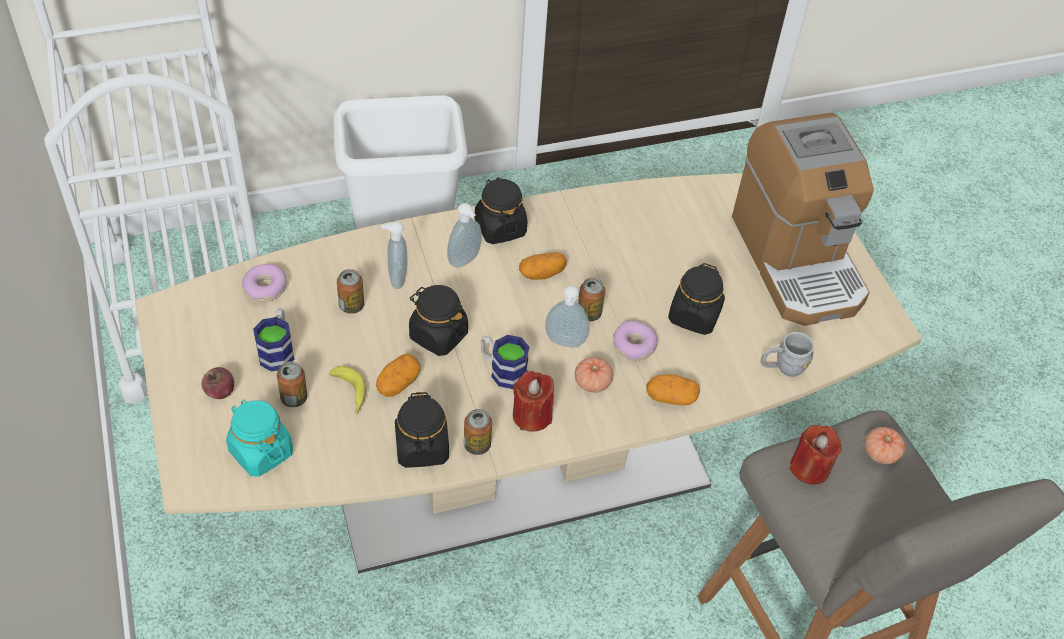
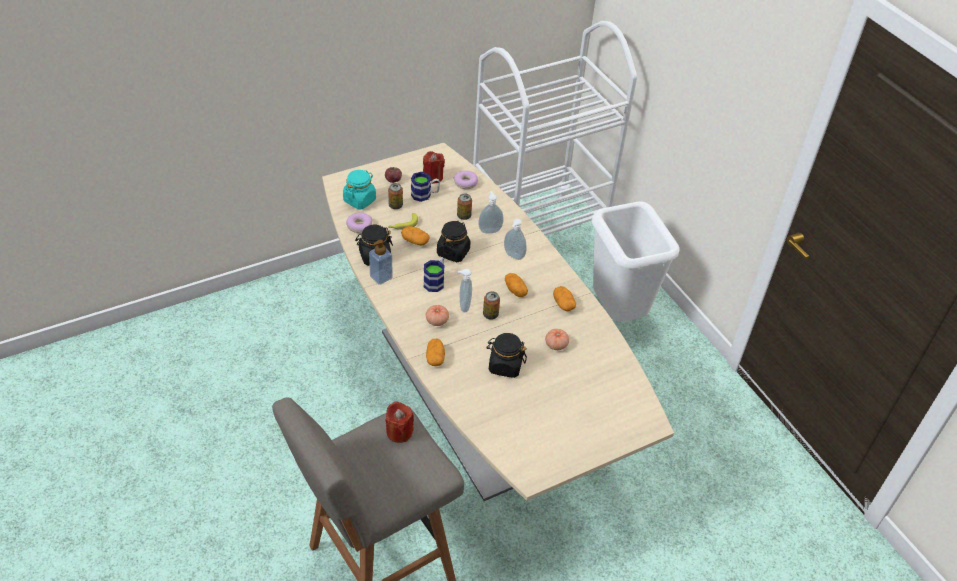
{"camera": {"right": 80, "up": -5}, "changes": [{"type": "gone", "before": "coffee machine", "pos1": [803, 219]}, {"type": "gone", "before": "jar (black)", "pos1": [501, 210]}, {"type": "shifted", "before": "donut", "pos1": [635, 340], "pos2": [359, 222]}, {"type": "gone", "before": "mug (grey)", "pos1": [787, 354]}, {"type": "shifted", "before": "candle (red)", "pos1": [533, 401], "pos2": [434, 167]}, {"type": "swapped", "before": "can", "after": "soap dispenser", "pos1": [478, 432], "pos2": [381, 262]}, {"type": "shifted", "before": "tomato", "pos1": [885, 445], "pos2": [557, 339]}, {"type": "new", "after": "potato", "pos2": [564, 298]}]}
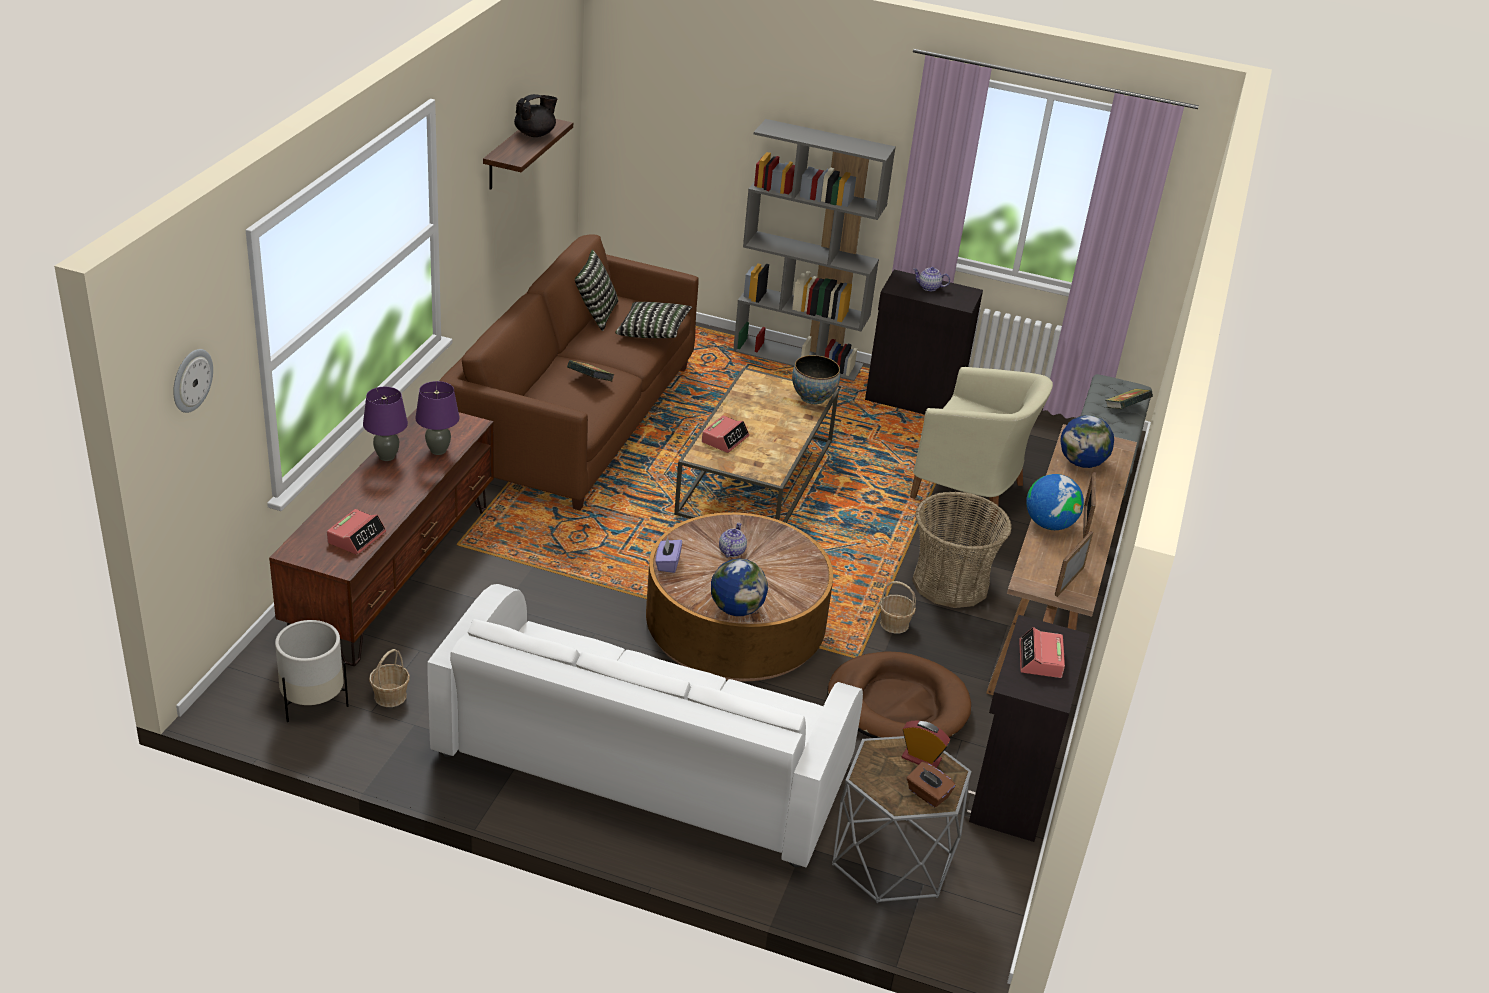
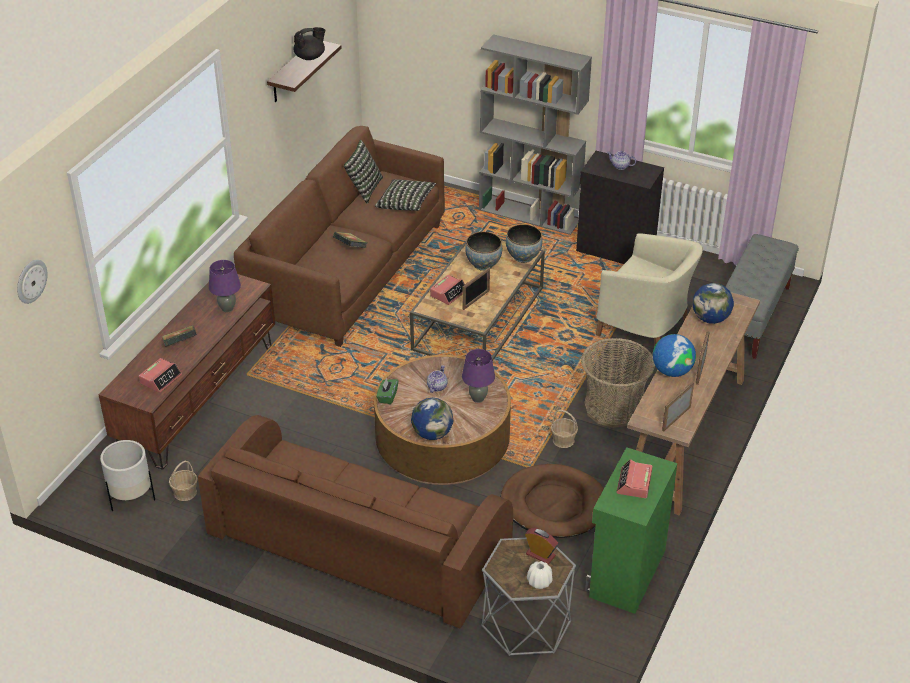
{"camera": {"right": 10, "up": 5}, "changes": [{"type": "shifted", "before": "table lamp (purple)", "pos1": [385, 424], "pos2": [478, 376]}, {"type": "shifted", "before": "book", "pos1": [1129, 399], "pos2": [179, 336]}, {"type": "repainted", "before": "tissue box (purple)", "after": "tissue box (green)", "pos1": [668, 555], "pos2": [387, 391]}, {"type": "repainted", "before": "sofa (white)", "after": "sofa (brown)", "pos1": [645, 725], "pos2": [355, 521]}, {"type": "repainted", "before": "cabinet (black)", "after": "cabinet (green)", "pos1": [1027, 728], "pos2": [631, 530]}, {"type": "swapped", "before": "tissue box (brown)", "after": "vase (white)", "pos1": [931, 785], "pos2": [539, 575]}, {"type": "new", "after": "bowl", "pos2": [483, 251]}, {"type": "new", "after": "picture frame", "pos2": [476, 288]}]}
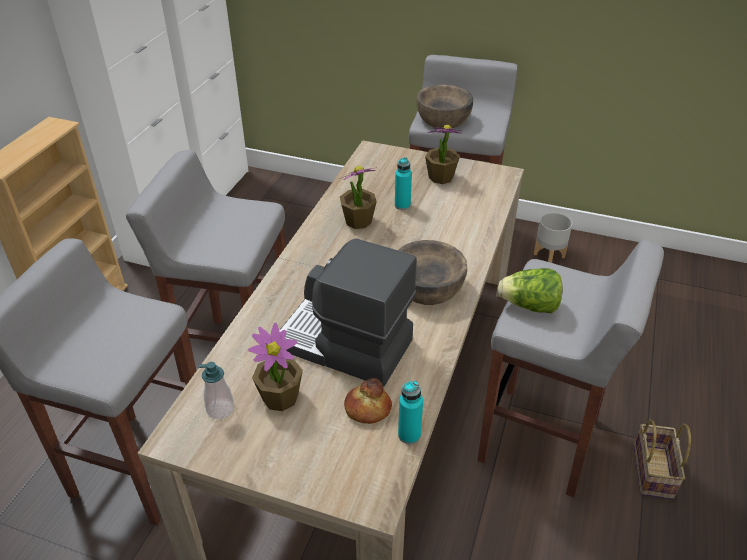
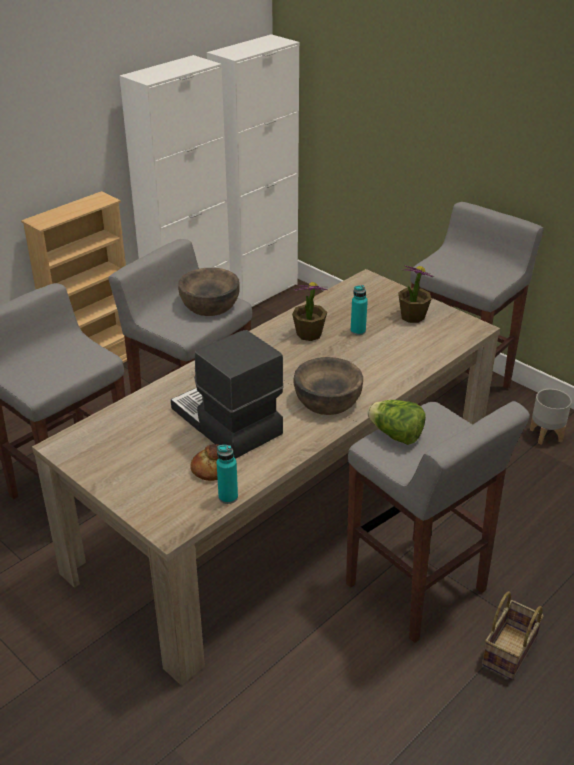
{"camera": {"right": 25, "up": -5}, "changes": [{"type": "shifted", "before": "bowl (brown)", "pos1": [444, 106], "pos2": [209, 292]}, {"type": "gone", "before": "potted plant", "pos1": [275, 367]}, {"type": "gone", "before": "soap dispenser", "pos1": [216, 390]}]}
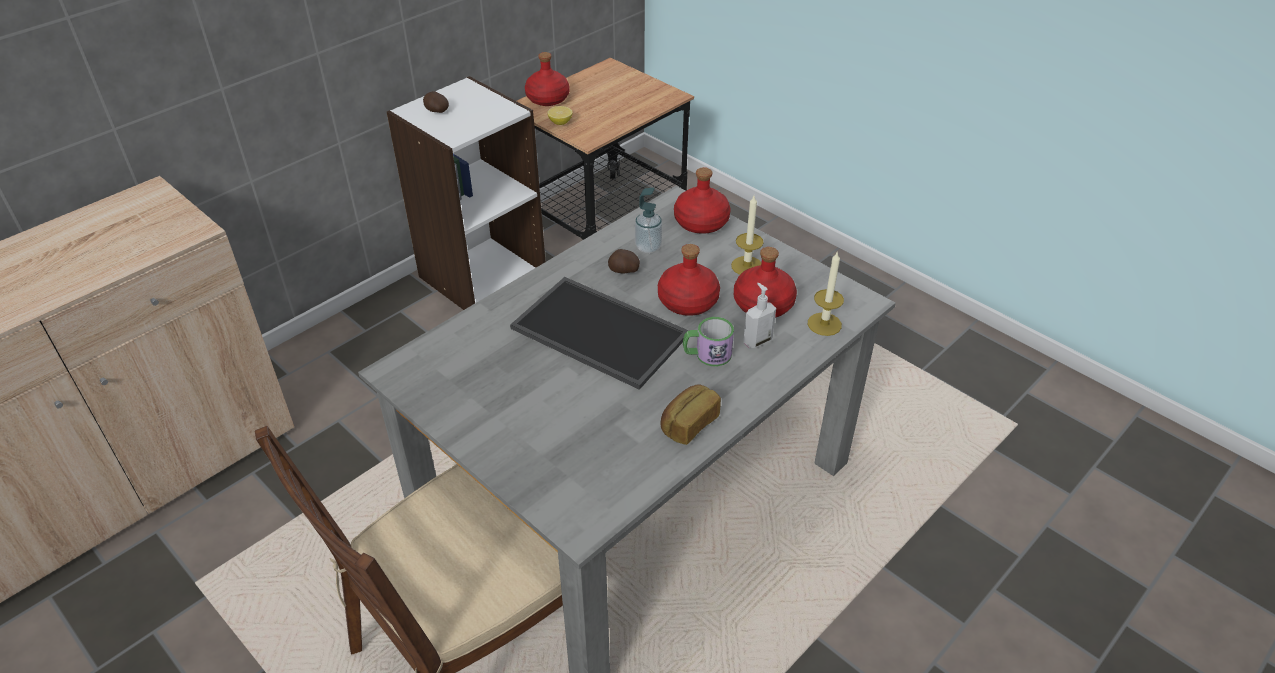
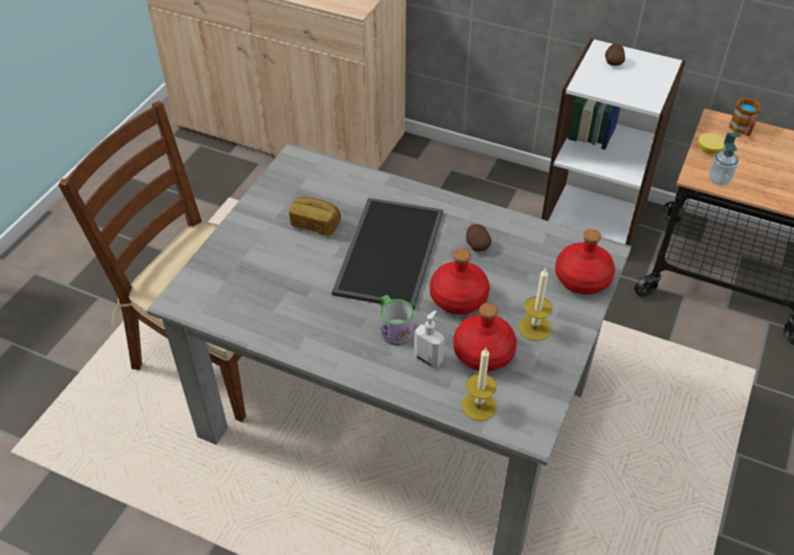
{"camera": {"right": 70, "up": 5}, "changes": [{"type": "swapped", "before": "bottle (red)", "after": "mug", "pos1": [547, 79], "pos2": [745, 117]}, {"type": "shifted", "before": "soap dispenser", "pos1": [648, 220], "pos2": [725, 159]}, {"type": "shifted", "before": "bread", "pos1": [690, 414], "pos2": [315, 216]}]}
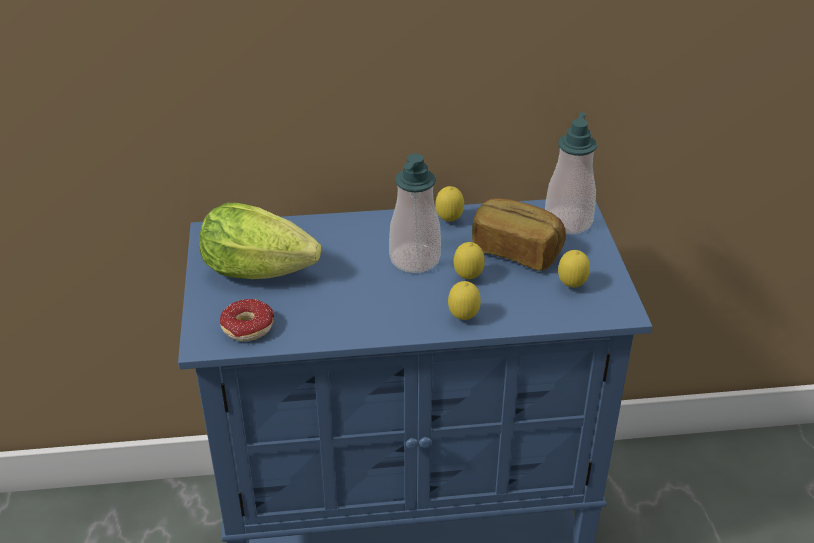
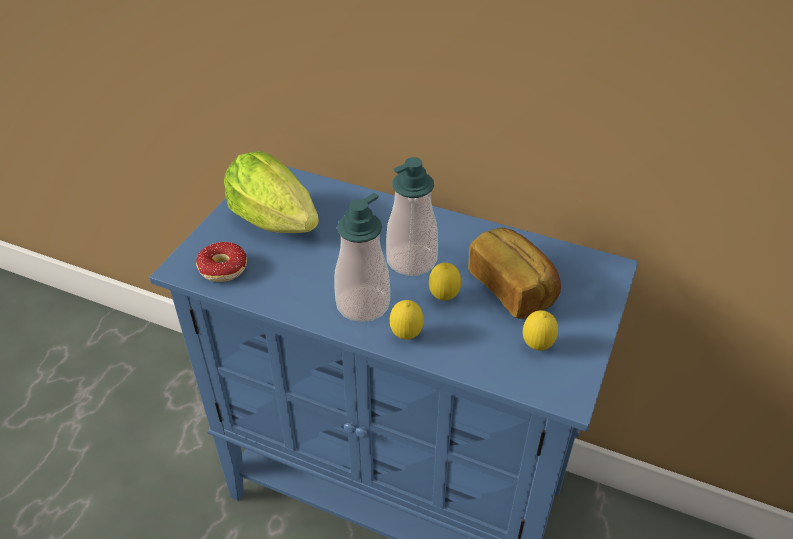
{"camera": {"right": 30, "up": 5}, "changes": [{"type": "shifted", "before": "soap dispenser", "pos1": [571, 173], "pos2": [362, 257]}, {"type": "gone", "before": "lemon", "pos1": [449, 204]}]}
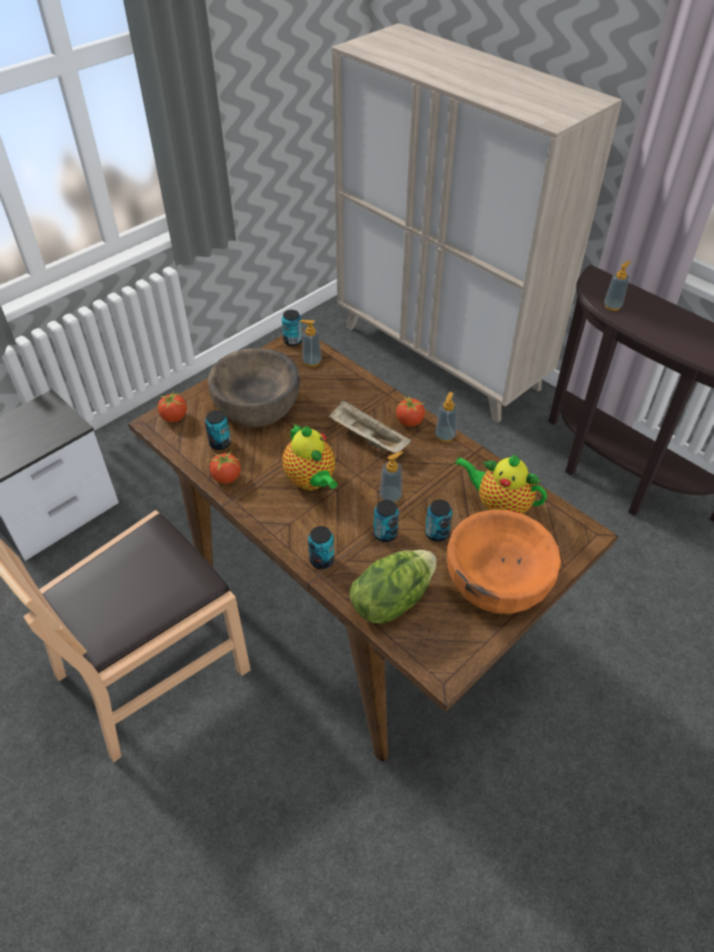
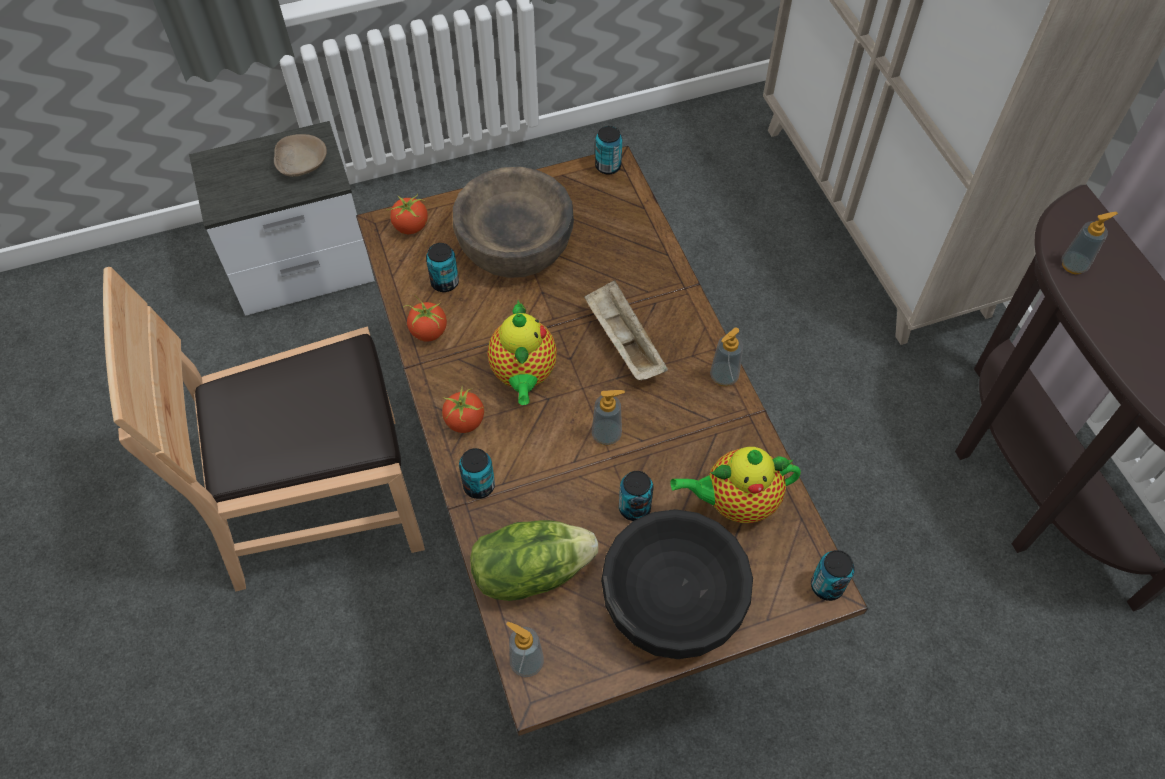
{"camera": {"right": 25, "up": 10}, "changes": [{"type": "shifted", "before": "soap dispenser", "pos1": [311, 343], "pos2": [525, 649]}, {"type": "shifted", "before": "tomato", "pos1": [410, 411], "pos2": [463, 409]}, {"type": "rotated", "before": "teapot", "pos1": [501, 483], "pos2": [735, 485], "turn": -60}, {"type": "shifted", "before": "can", "pos1": [386, 521], "pos2": [833, 575]}, {"type": "repainted", "before": "bowl (orange)", "after": "bowl (black)", "pos1": [504, 561], "pos2": [677, 584]}, {"type": "new", "after": "bowl (beige)", "pos2": [300, 155]}]}
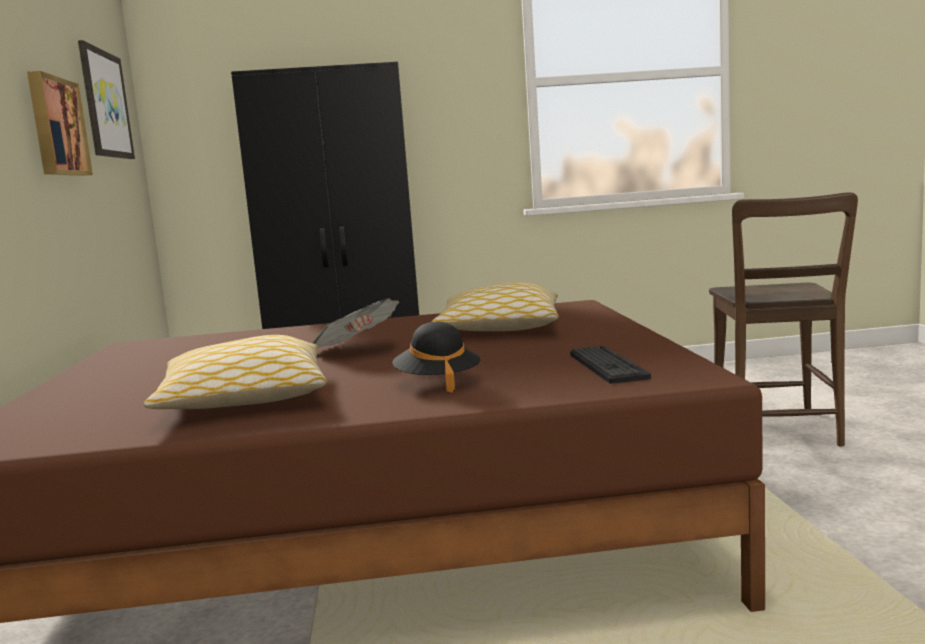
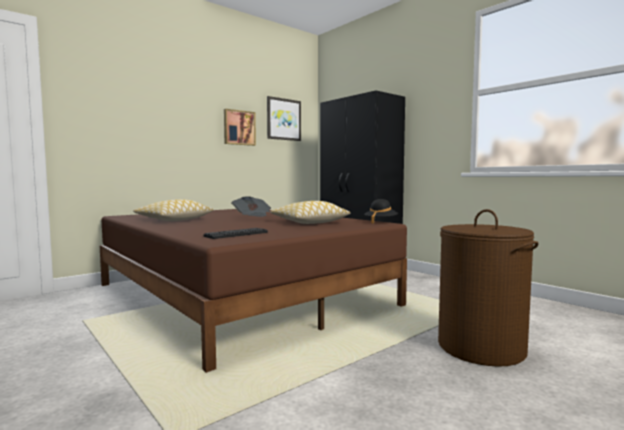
{"camera": {"right": 55, "up": -5}, "changes": [{"type": "swapped", "before": "chair (brown)", "after": "laundry basket (brown)", "pos1": [783, 319], "pos2": [488, 288]}, {"type": "shifted", "before": "hat (black)", "pos1": [436, 357], "pos2": [381, 211]}]}
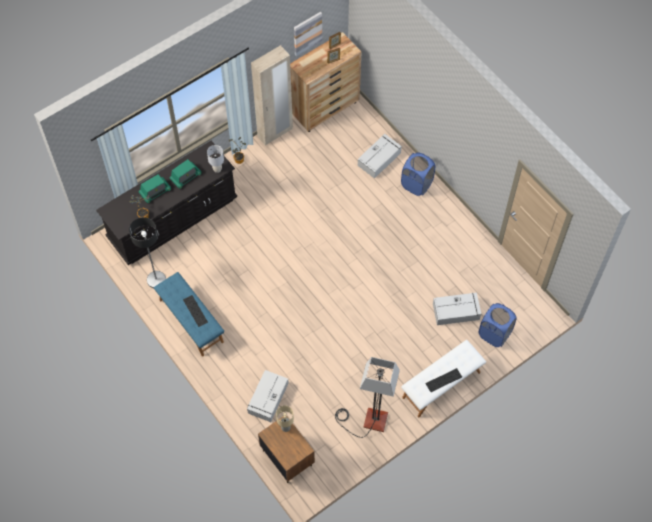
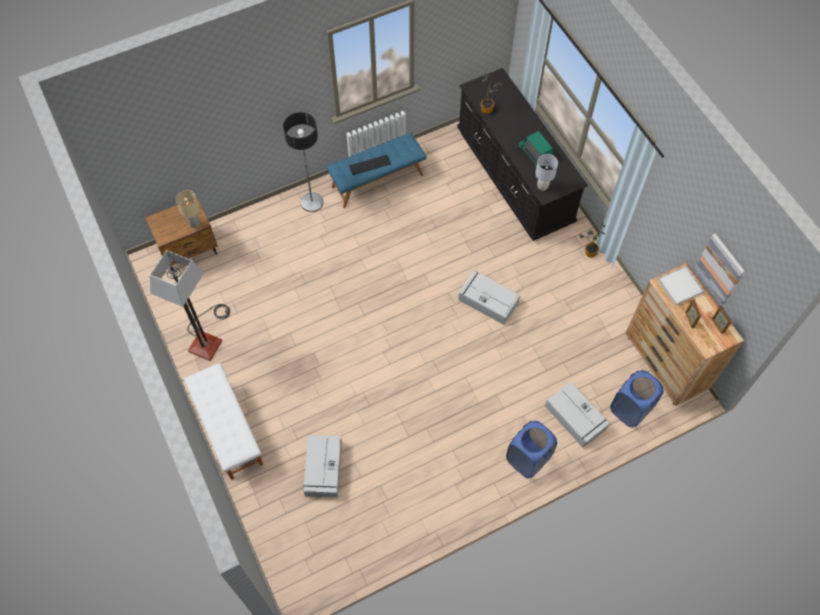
{"camera": {"right": 100, "up": 0}, "changes": [{"type": "gone", "before": "wardrobe (beige)", "pos1": [272, 95]}, {"type": "gone", "before": "radio", "pos1": [155, 188]}, {"type": "shifted", "before": "floor lamp", "pos1": [147, 252], "pos2": [303, 162]}, {"type": "shifted", "before": "laundry basket (blue)", "pos1": [498, 325], "pos2": [637, 398]}, {"type": "gone", "before": "keyboard", "pos1": [444, 380]}, {"type": "shifted", "before": "storage box (grey)", "pos1": [268, 396], "pos2": [489, 298]}, {"type": "new", "after": "tray (white)", "pos2": [681, 286]}]}
